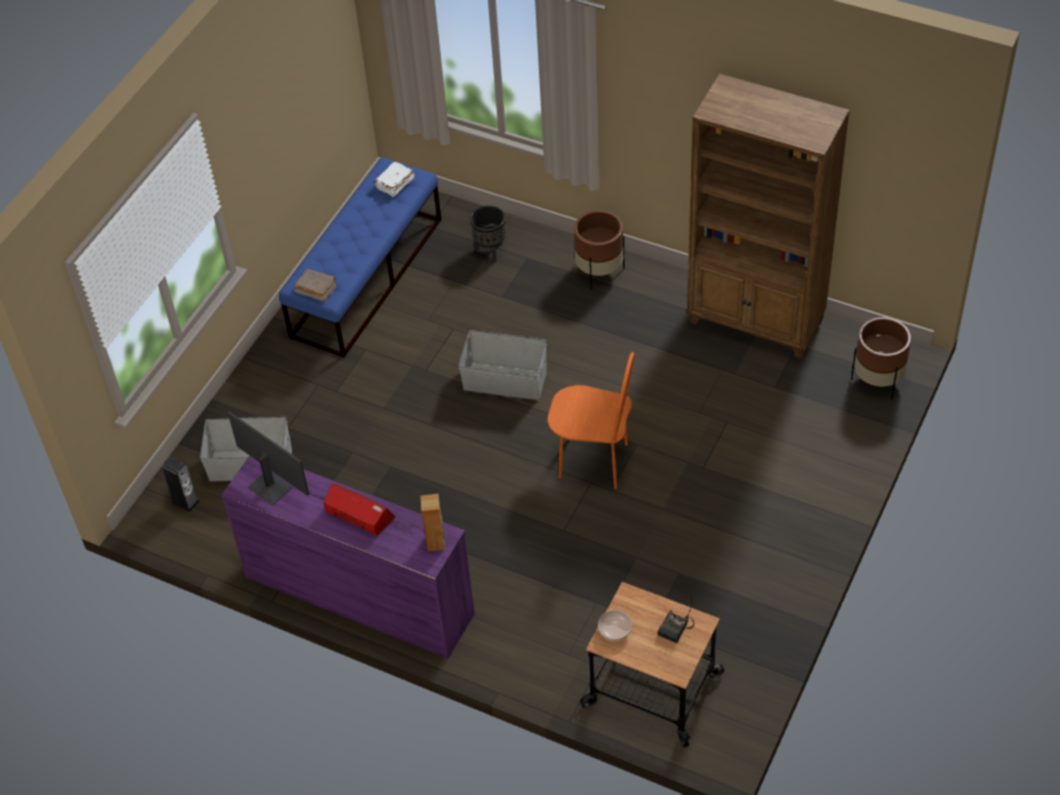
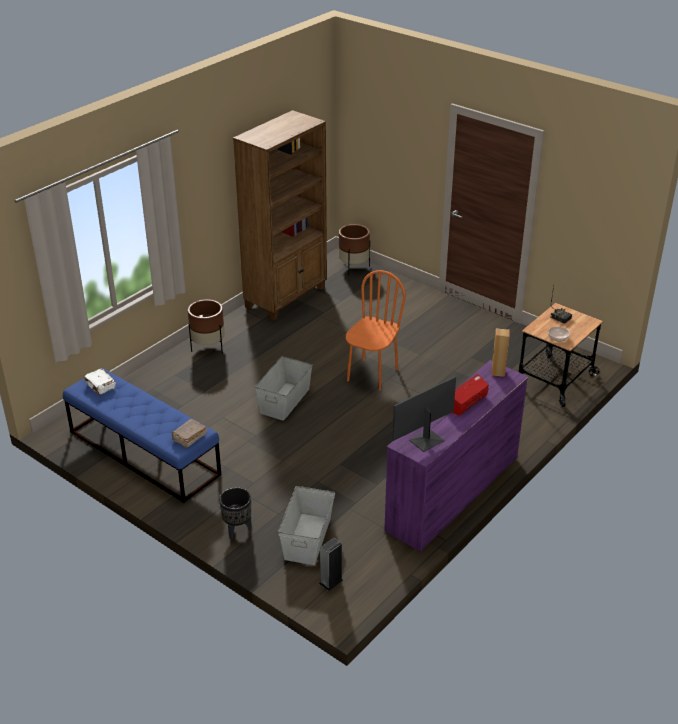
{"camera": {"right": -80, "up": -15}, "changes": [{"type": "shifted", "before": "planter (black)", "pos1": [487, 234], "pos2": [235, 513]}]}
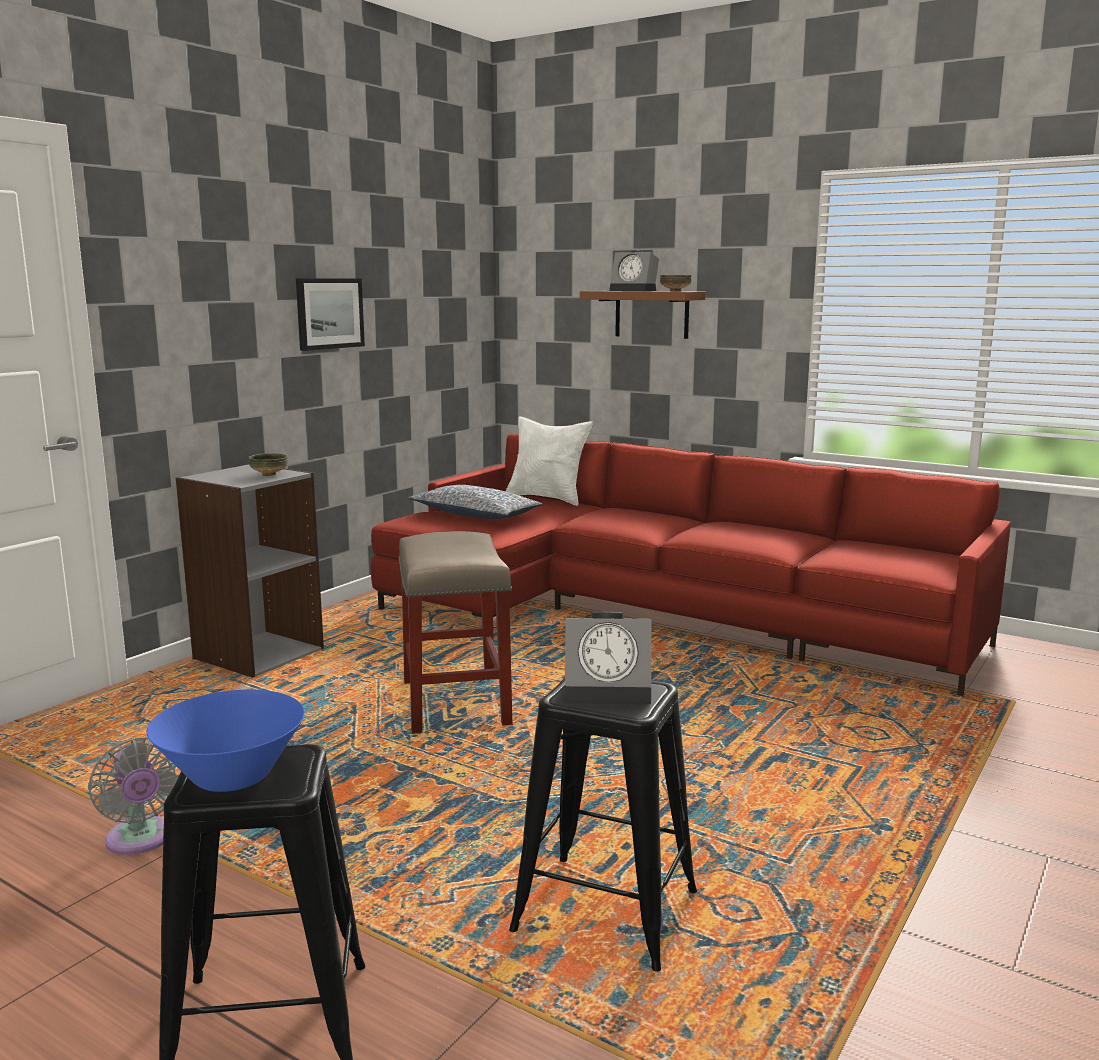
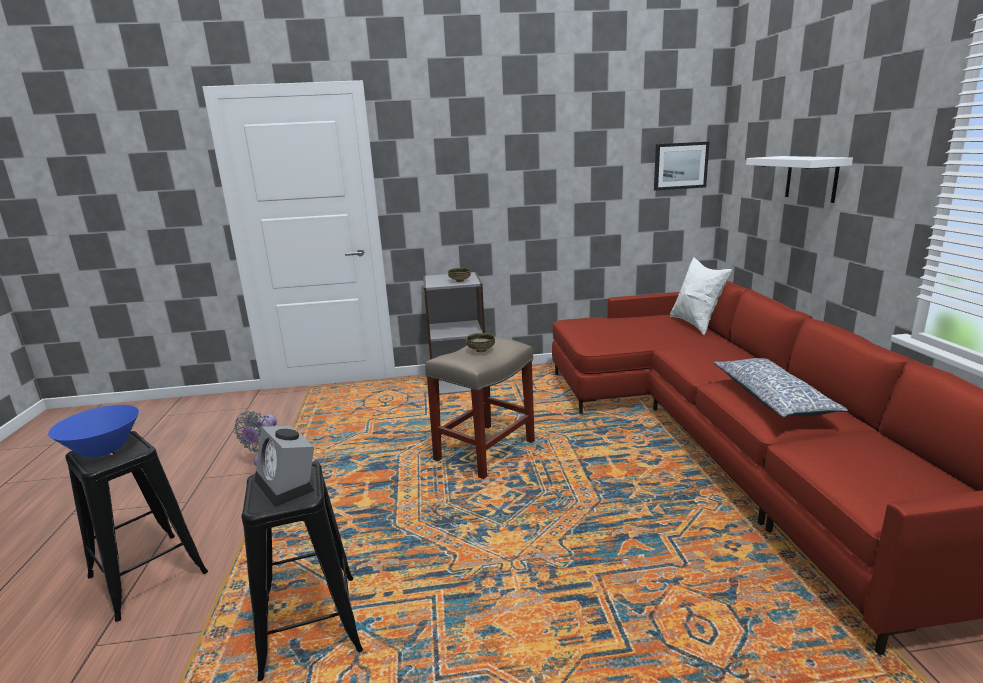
{"camera": {"right": 50, "up": 5}, "changes": [{"type": "gone", "before": "alarm clock", "pos1": [634, 270]}, {"type": "shifted", "before": "bowl", "pos1": [676, 283], "pos2": [480, 342]}, {"type": "shifted", "before": "picture", "pos1": [330, 314], "pos2": [682, 165]}, {"type": "repainted", "before": "shelf (brown)", "after": "shelf (white)", "pos1": [643, 315], "pos2": [799, 179]}, {"type": "shifted", "before": "pillow", "pos1": [475, 502], "pos2": [781, 388]}]}
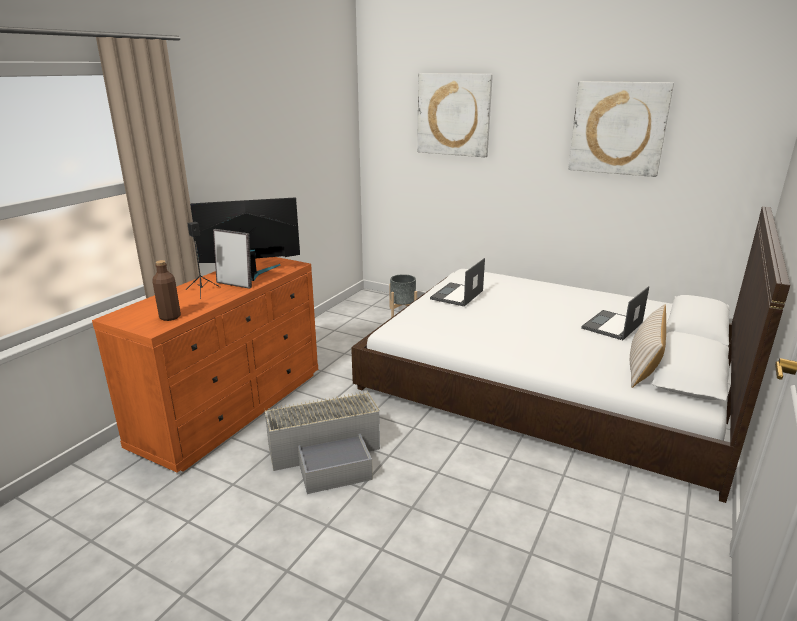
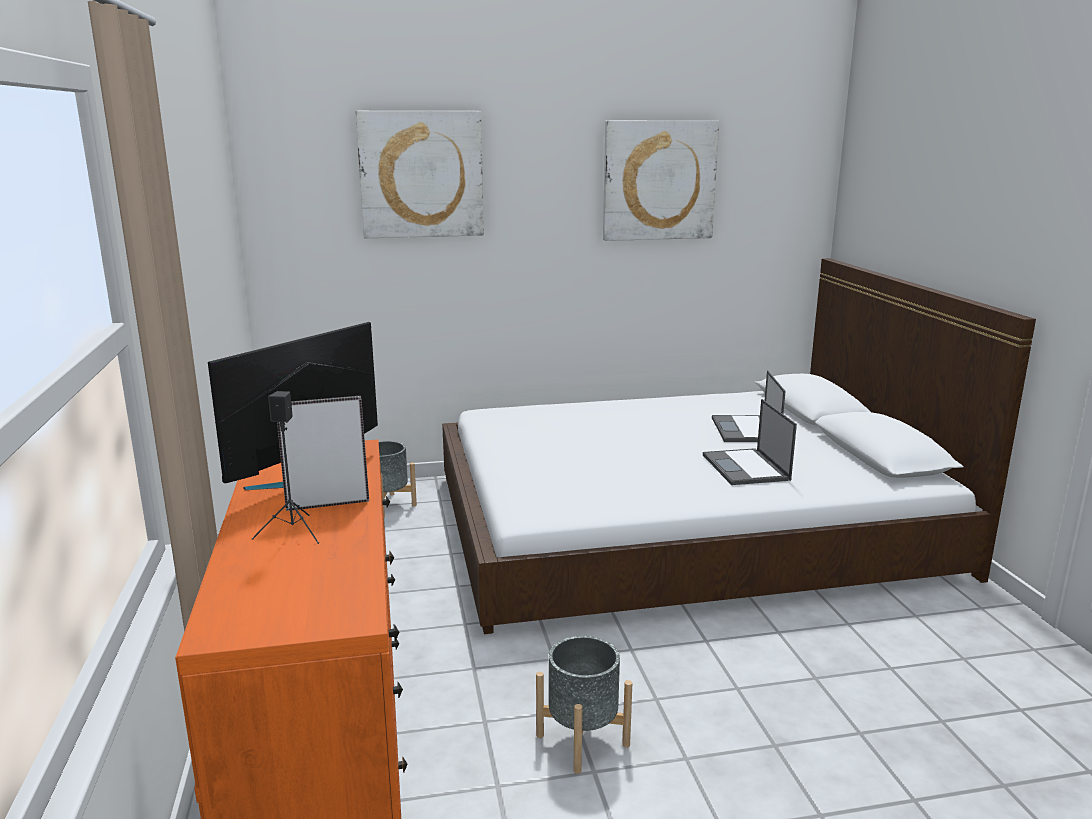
{"camera": {"right": -40, "up": -5}, "changes": [{"type": "shifted", "before": "laptop", "pos1": [457, 282], "pos2": [750, 442]}, {"type": "gone", "before": "bottle (brown)", "pos1": [166, 290]}, {"type": "gone", "before": "pillow (beige)", "pos1": [648, 346]}, {"type": "swapped", "before": "storage box (grey)", "after": "planter (grey)", "pos1": [322, 442], "pos2": [584, 705]}]}
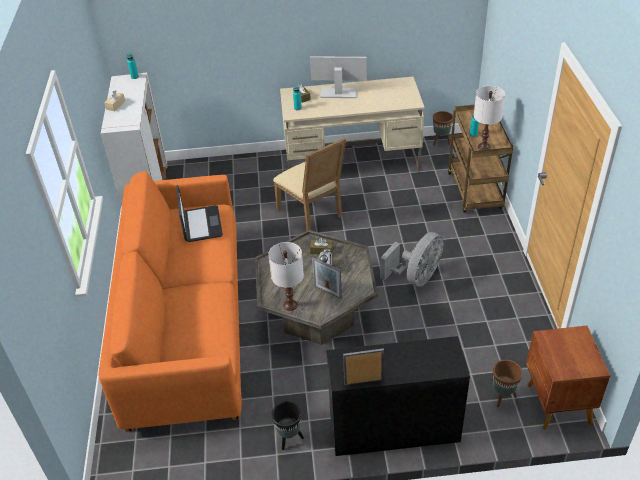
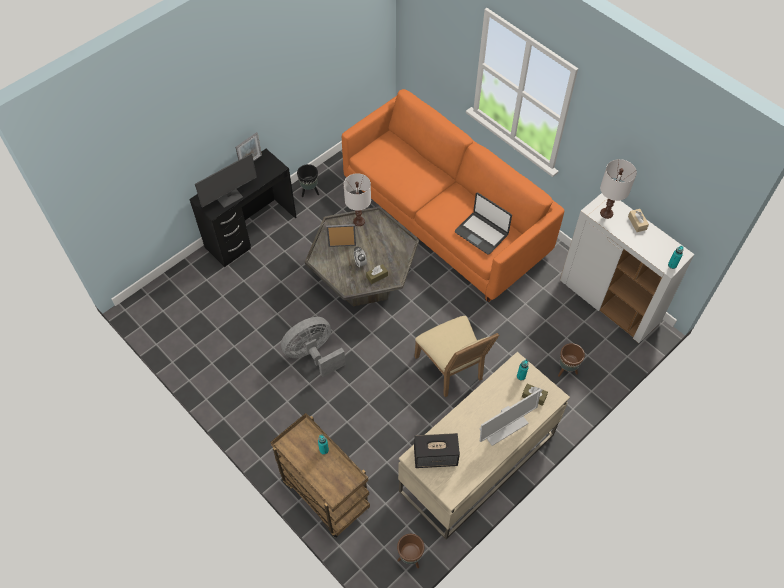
{"camera": {"right": 140, "up": 15}, "changes": [{"type": "shifted", "before": "table lamp (white)", "pos1": [489, 118], "pos2": [618, 189]}, {"type": "rotated", "before": "chair (beige)", "pos1": [309, 184], "pos2": [456, 356], "turn": -135}, {"type": "rotated", "before": "fan (grey)", "pos1": [412, 259], "pos2": [313, 347], "turn": 60}, {"type": "gone", "before": "nightstand (brown)", "pos1": [568, 378]}, {"type": "shifted", "before": "planter (brown)", "pos1": [508, 383], "pos2": [571, 360]}, {"type": "new", "after": "monitor", "pos2": [226, 180]}, {"type": "new", "after": "speaker", "pos2": [437, 450]}]}
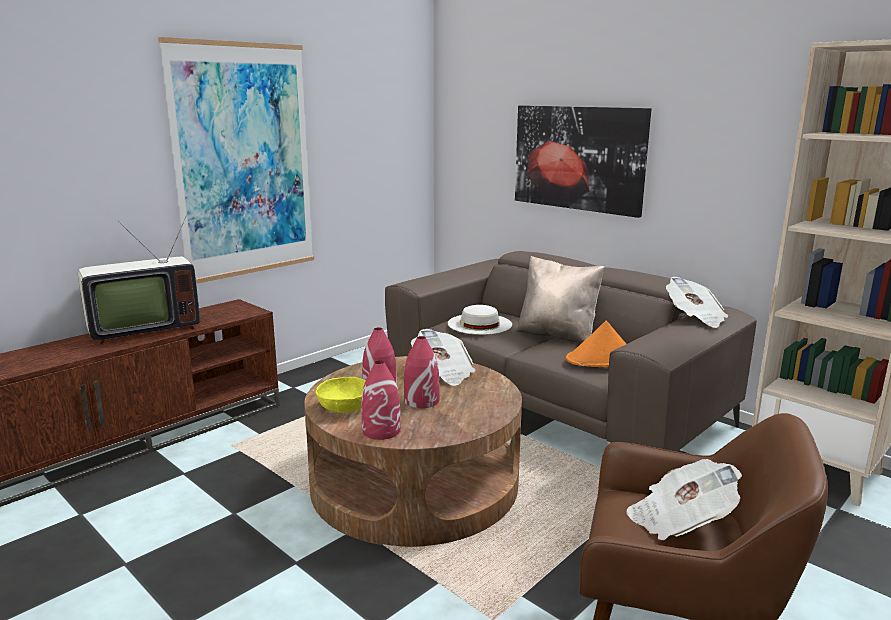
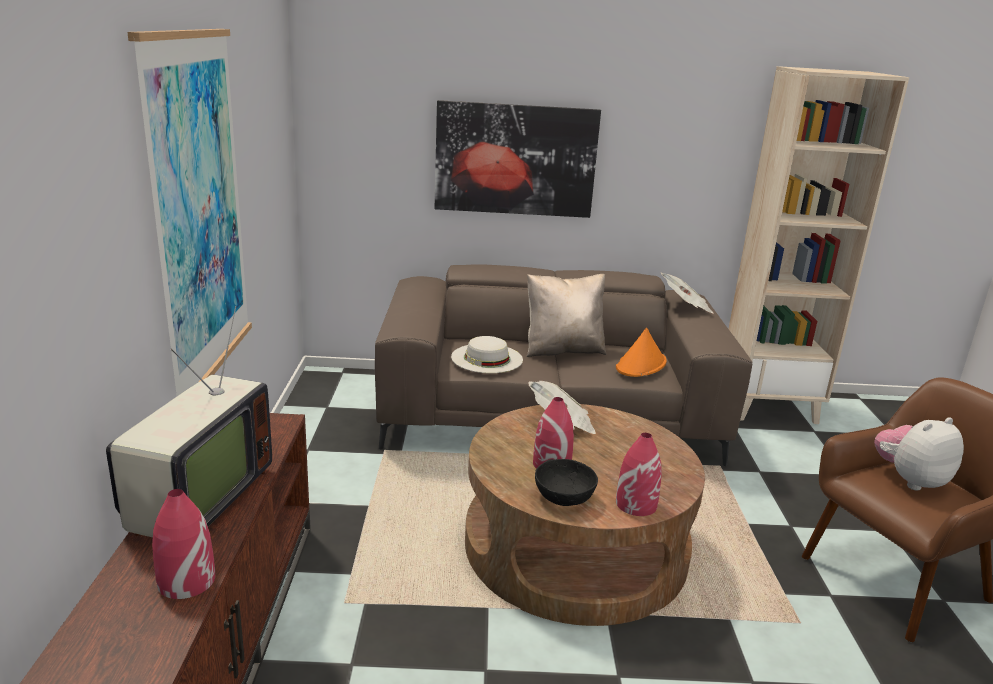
{"camera": {"right": -45, "up": 5}, "changes": [{"type": "shifted", "before": "vase (red)", "pos1": [421, 372], "pos2": [183, 544]}, {"type": "repainted", "before": "bowl (yellow)", "after": "bowl (black)", "pos1": [341, 395], "pos2": [566, 482]}, {"type": "swapped", "before": "newspaper", "after": "plush toy", "pos1": [684, 500], "pos2": [919, 453]}]}
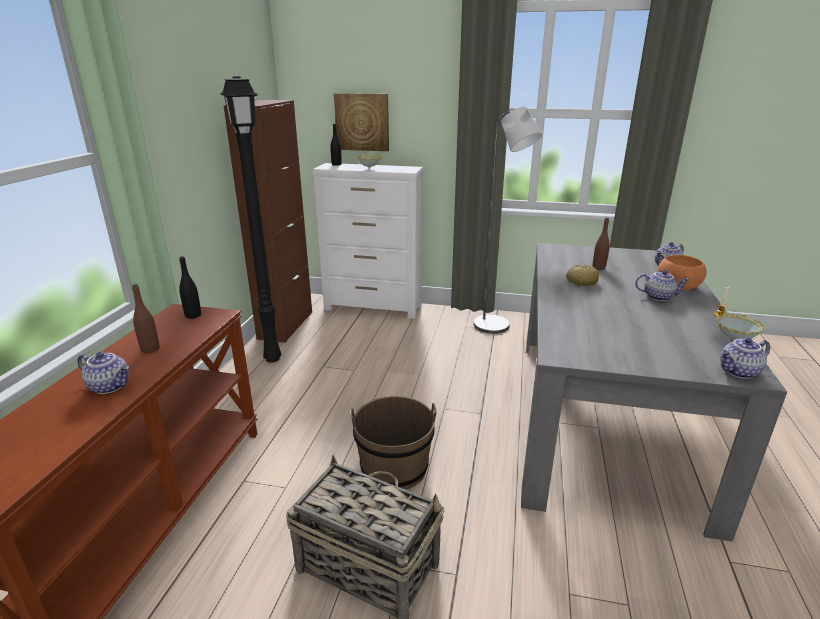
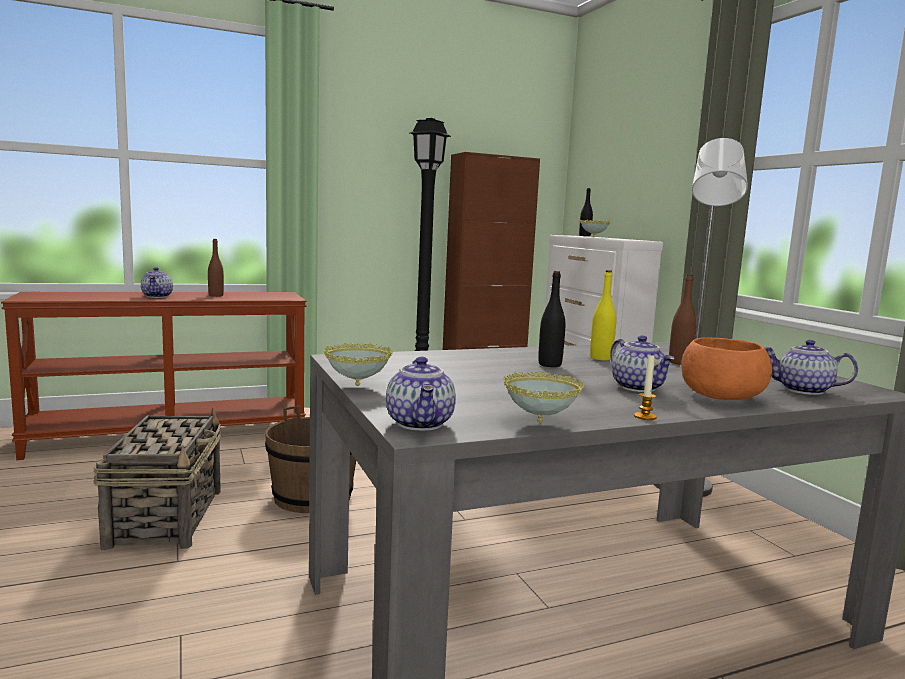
{"camera": {"right": 55, "up": -15}, "changes": [{"type": "gone", "before": "picture", "pos1": [361, 122]}, {"type": "shifted", "before": "bottle (black)", "pos1": [190, 287], "pos2": [551, 319]}, {"type": "swapped", "before": "bread", "after": "bottle (yellow)", "pos1": [582, 275], "pos2": [603, 315]}, {"type": "rotated", "before": "teapot", "pos1": [745, 358], "pos2": [421, 394], "turn": -135}, {"type": "new", "after": "bowl", "pos2": [358, 364]}]}
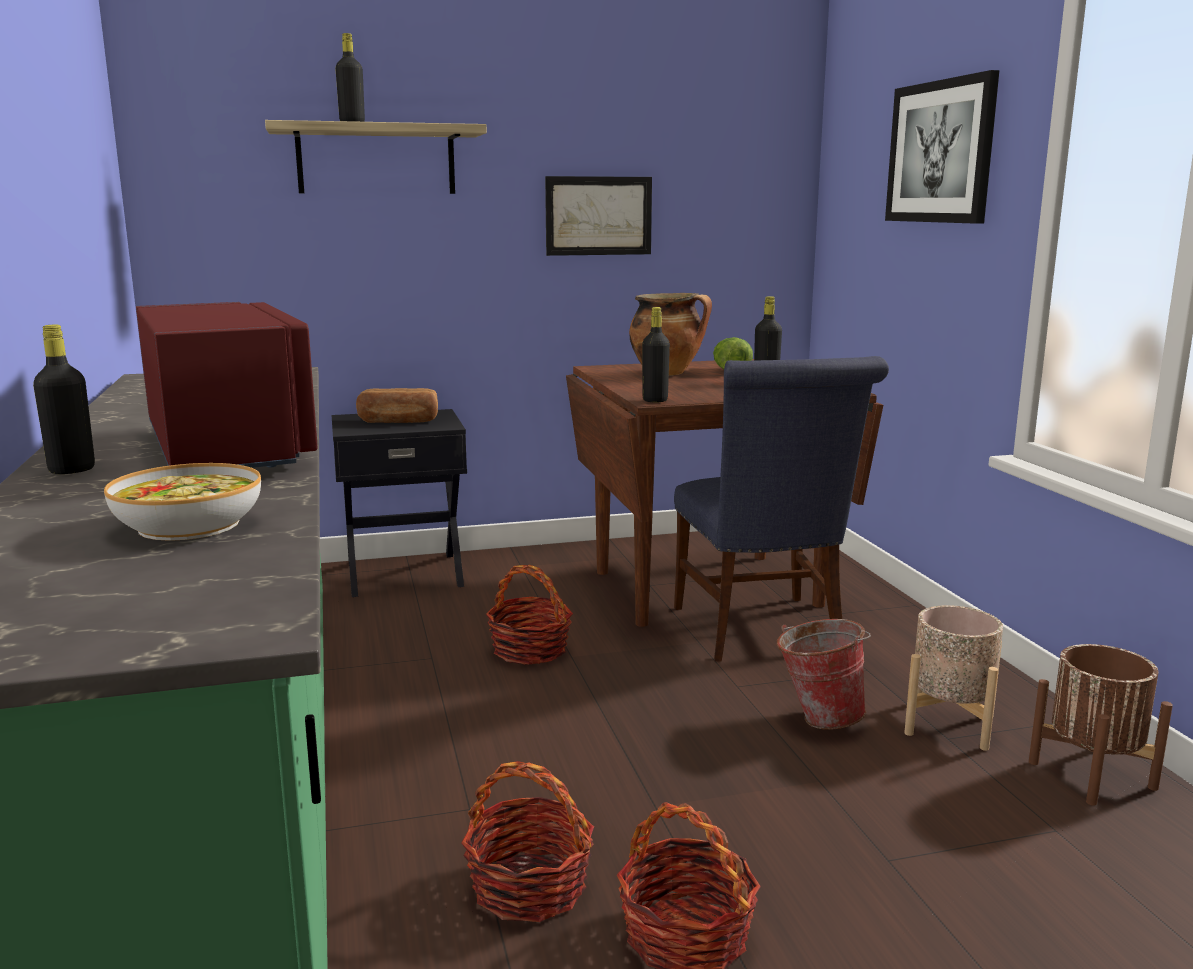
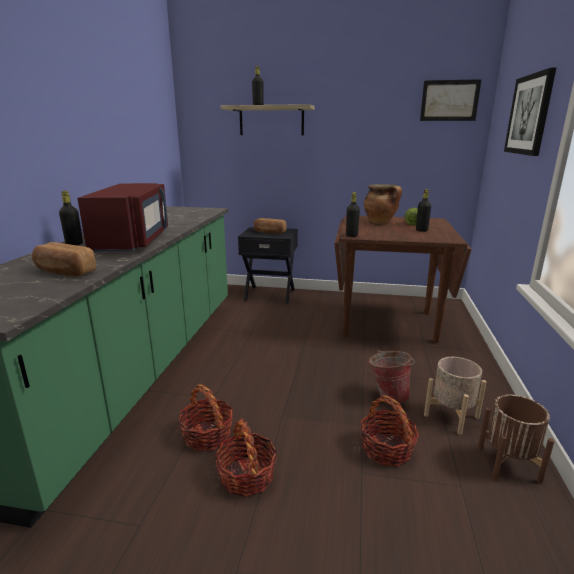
{"camera": {"right": 25, "up": 5}, "changes": [{"type": "shifted", "before": "picture", "pos1": [598, 216], "pos2": [451, 100]}, {"type": "gone", "before": "chair (blue)", "pos1": [781, 509]}, {"type": "swapped", "before": "bowl", "after": "bread", "pos1": [182, 502], "pos2": [64, 259]}, {"type": "shifted", "before": "basket", "pos1": [529, 615], "pos2": [389, 430]}]}
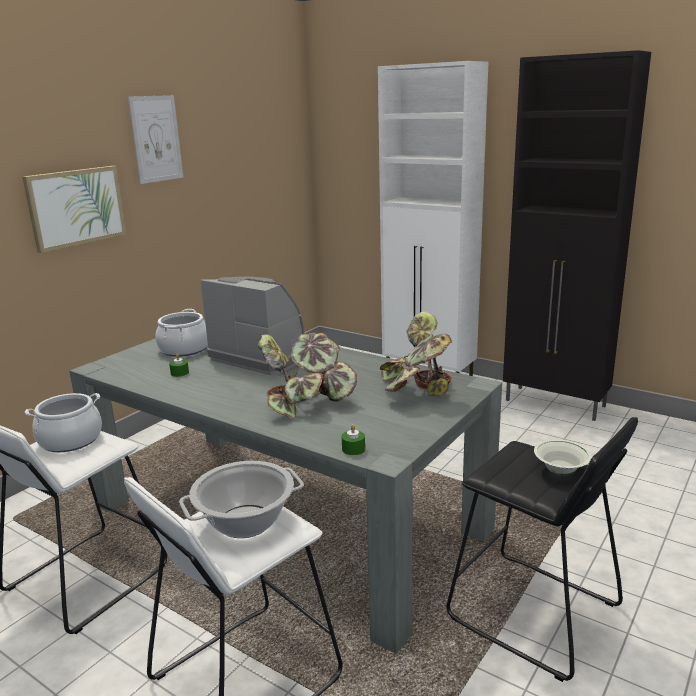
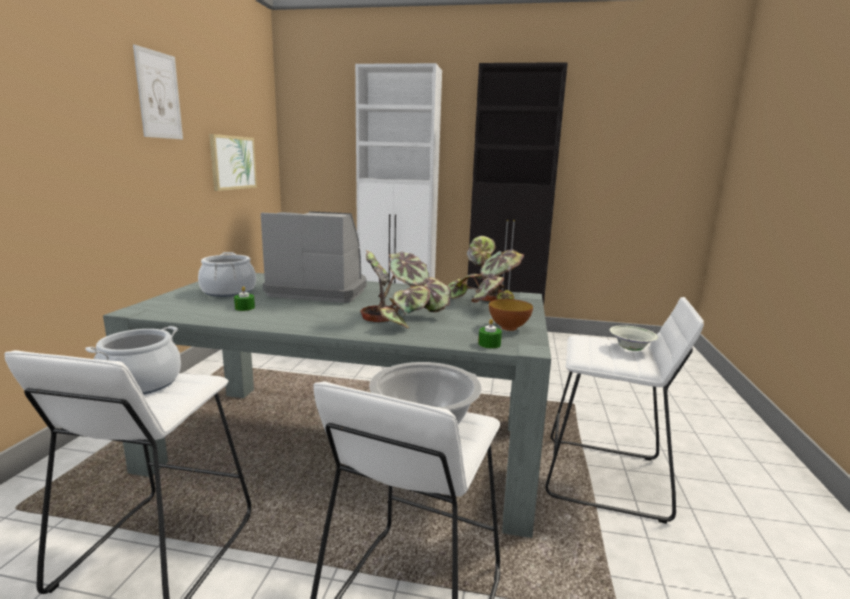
{"camera": {"right": -25, "up": -5}, "changes": [{"type": "shifted", "before": "picture", "pos1": [74, 209], "pos2": [233, 162]}, {"type": "repainted", "before": "stool (black)", "after": "stool (white)", "pos1": [542, 549], "pos2": [624, 410]}, {"type": "new", "after": "bowl", "pos2": [511, 315]}]}
